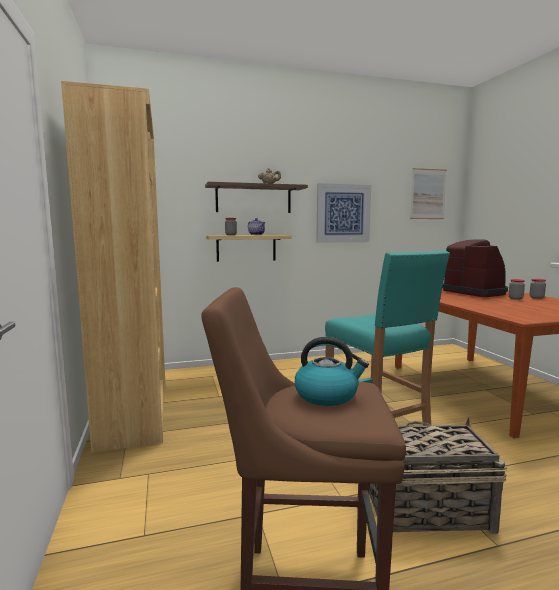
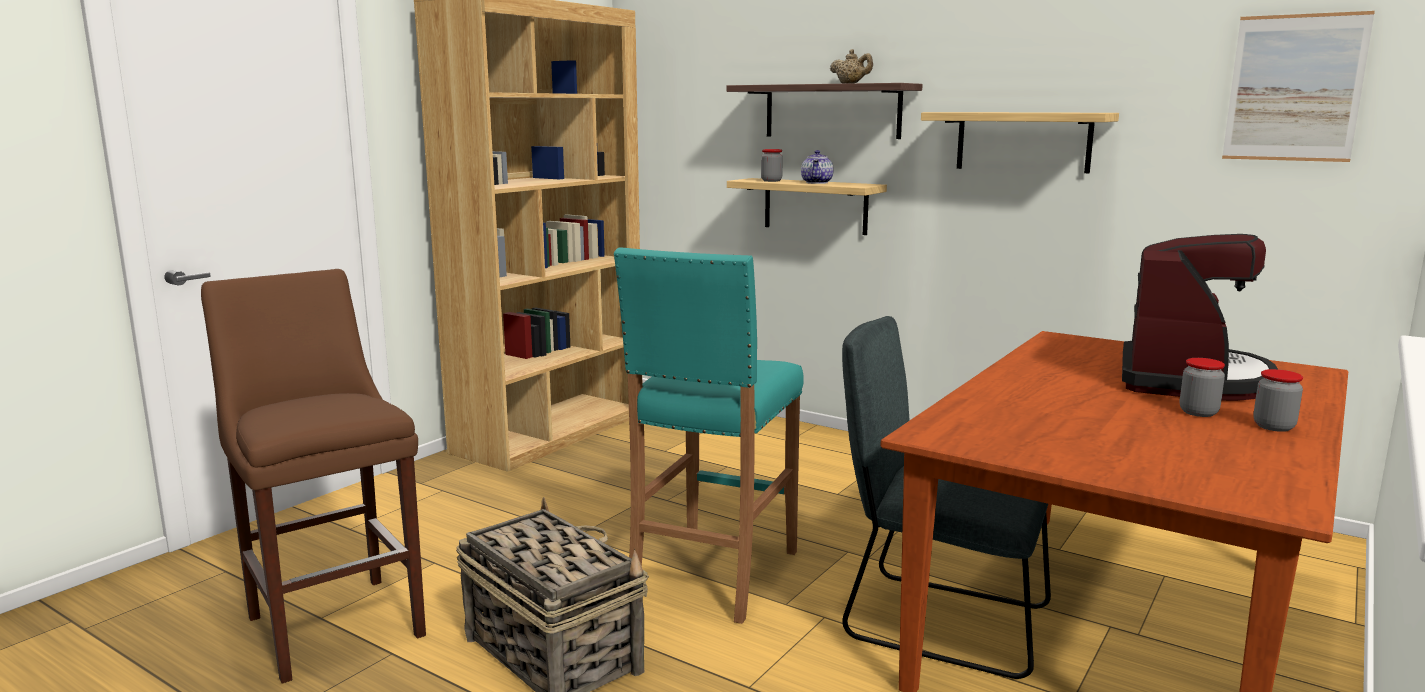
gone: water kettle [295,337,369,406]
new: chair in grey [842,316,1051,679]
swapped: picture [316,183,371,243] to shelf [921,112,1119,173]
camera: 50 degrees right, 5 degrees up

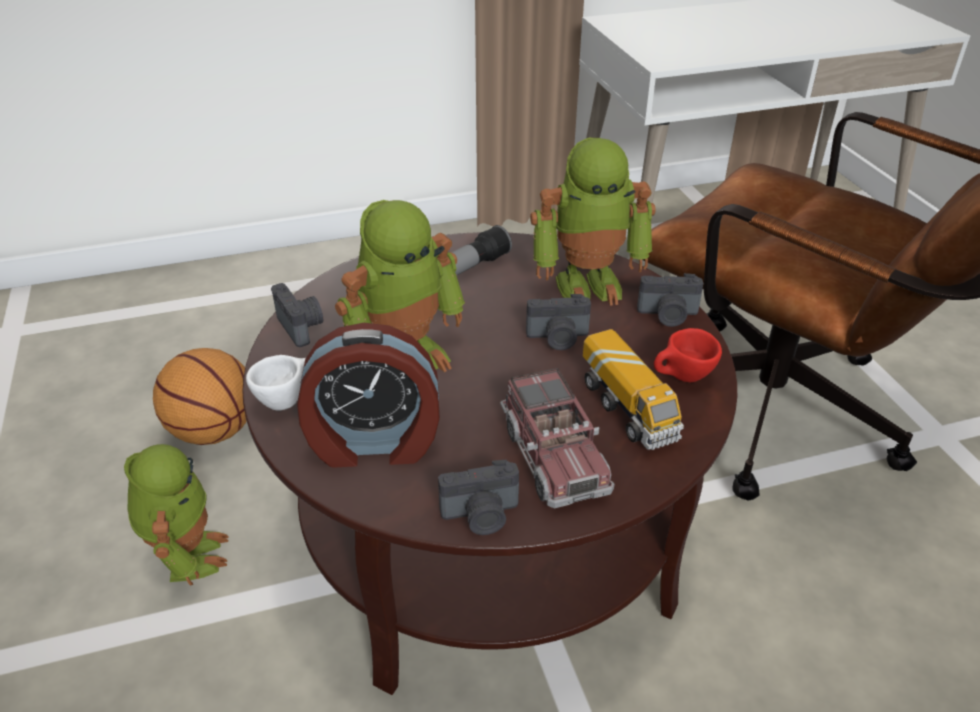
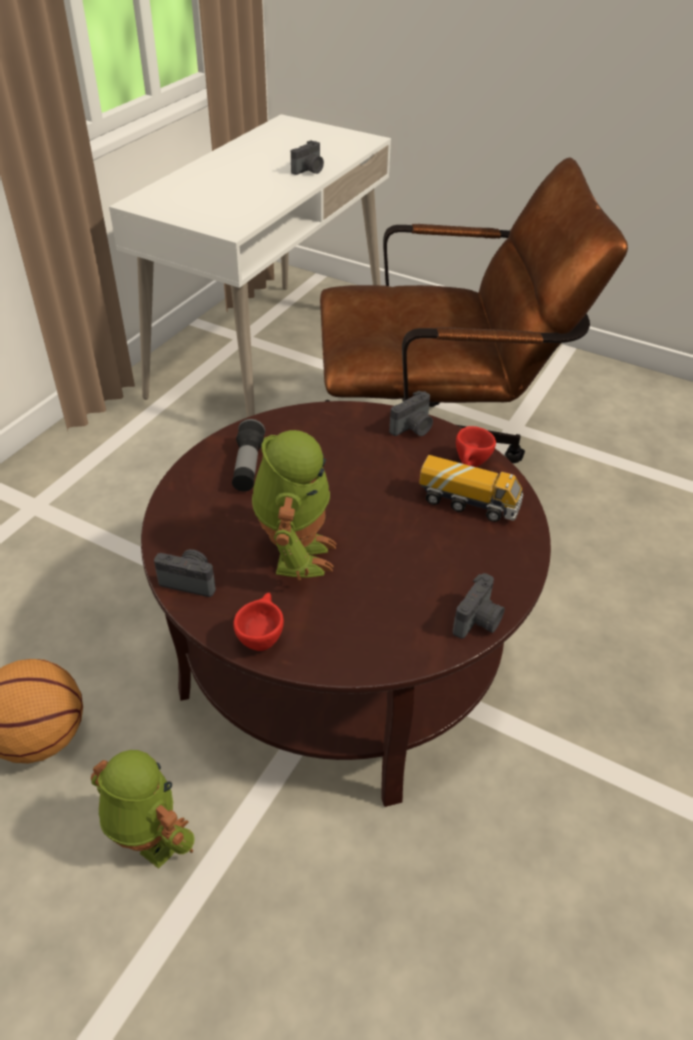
gone: robot figure [530,138,656,306]; table clock [297,323,440,468]; toy truck [500,368,614,508]
shifted: photo camera [526,294,591,350] to [291,140,324,175]
repainted: cup in white [246,355,306,411] to cup in red-coloured [233,593,284,651]
camera: 45 degrees left, 5 degrees up

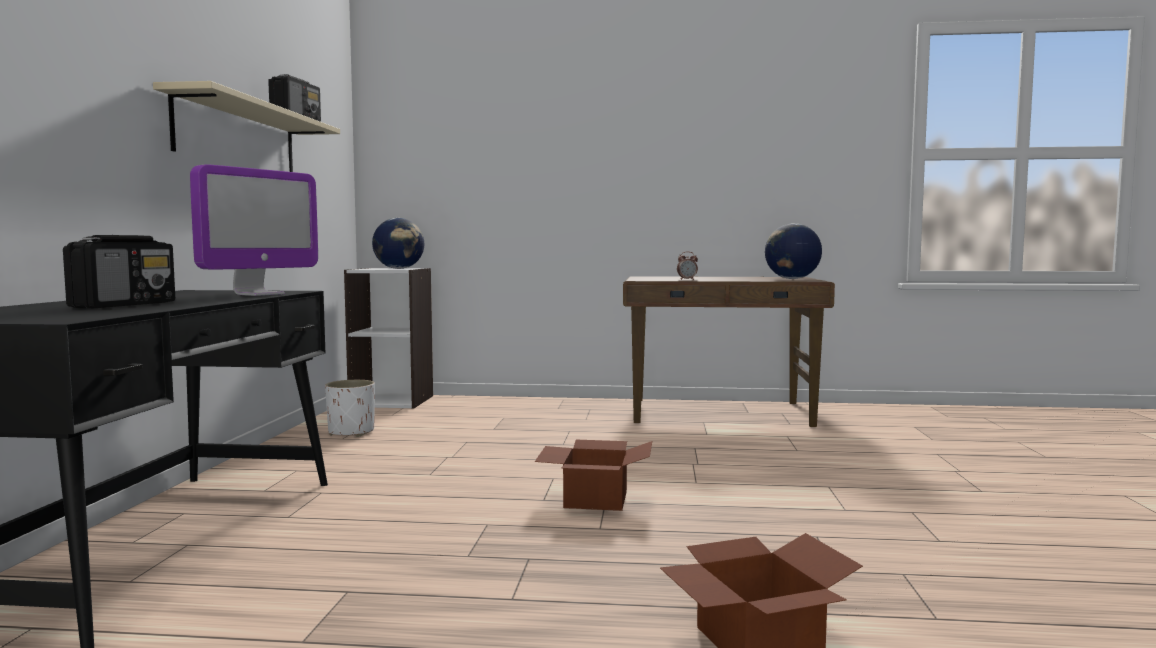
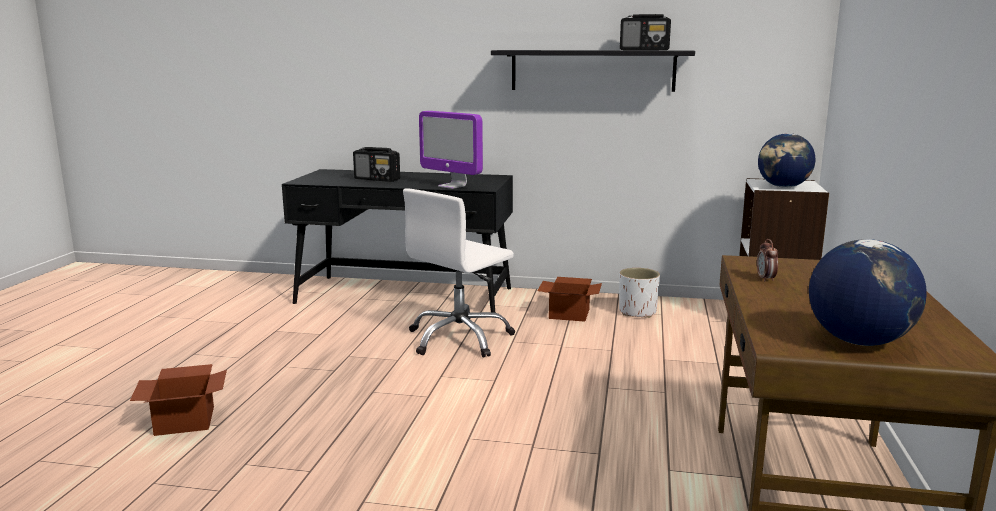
new: computer chair in white [403,188,515,358]
shifted: carton [535,440,652,511] to [537,277,602,322]
repainted: shelf in beige [153,81,340,172] to shelf in blackish [491,50,695,92]
camera: 95 degrees right, 10 degrees up

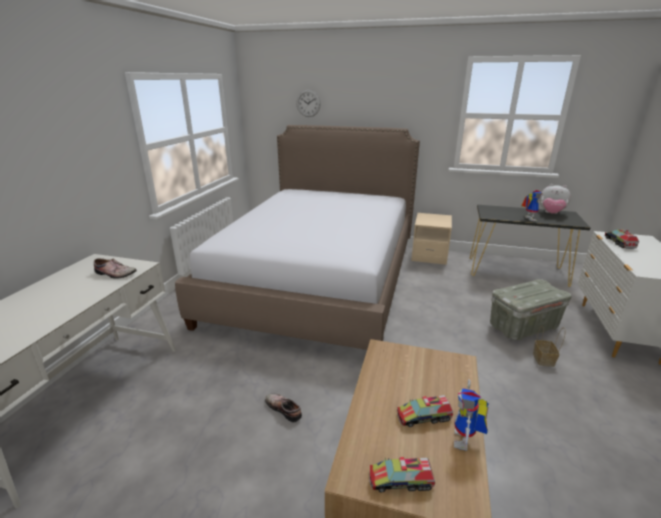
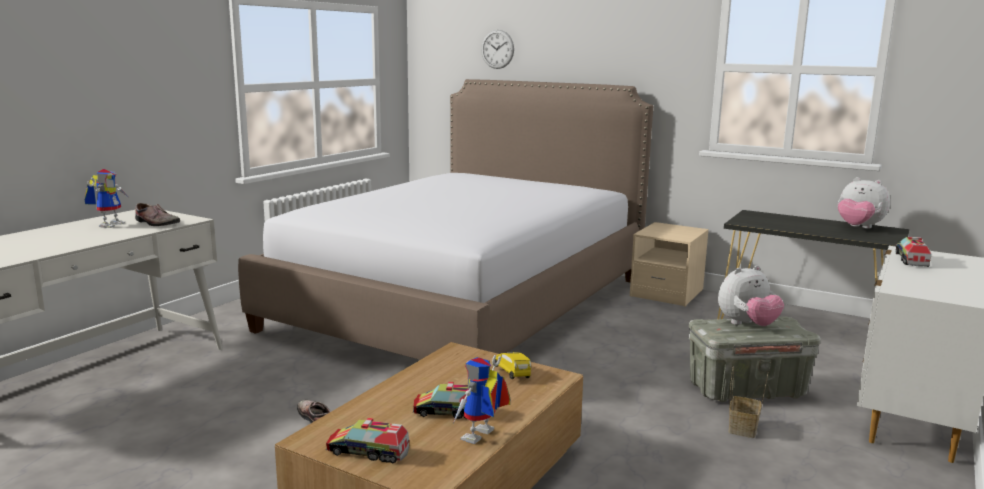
new: soft toy [718,265,784,326]; model car in yellow-coloured [495,352,531,379]
shifted: robot figure [521,190,544,221] to [85,169,128,228]
camera: 15 degrees right, 10 degrees down

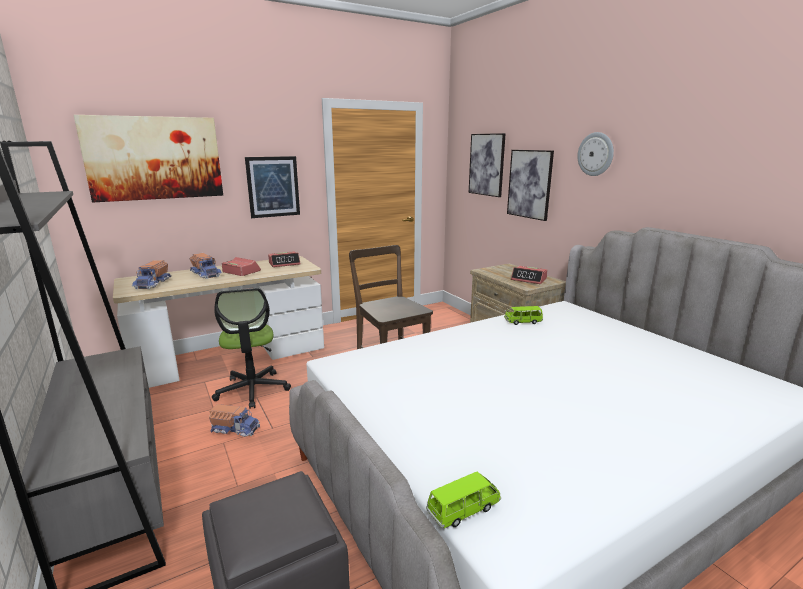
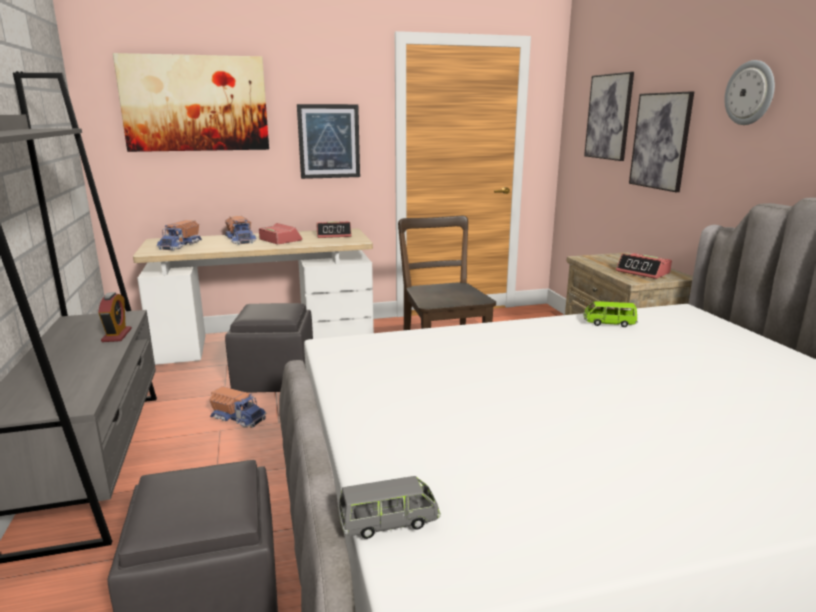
new: table clock [98,292,132,342]
swapped: computer chair [212,288,291,409] to pouffe in grey [225,303,313,393]
repainted: model car in green-coloured [426,472,501,528] to model car in grey [338,476,441,539]
camera: 15 degrees right, 0 degrees up

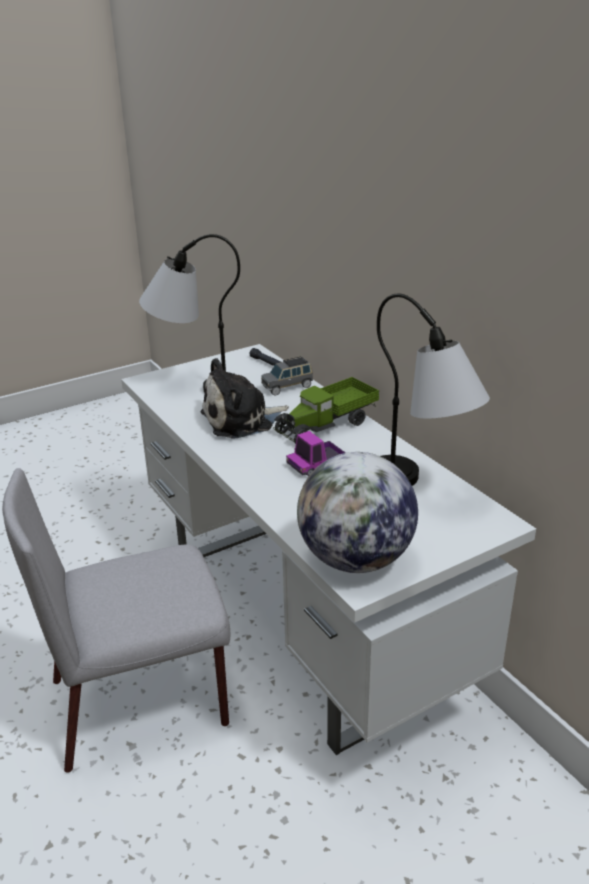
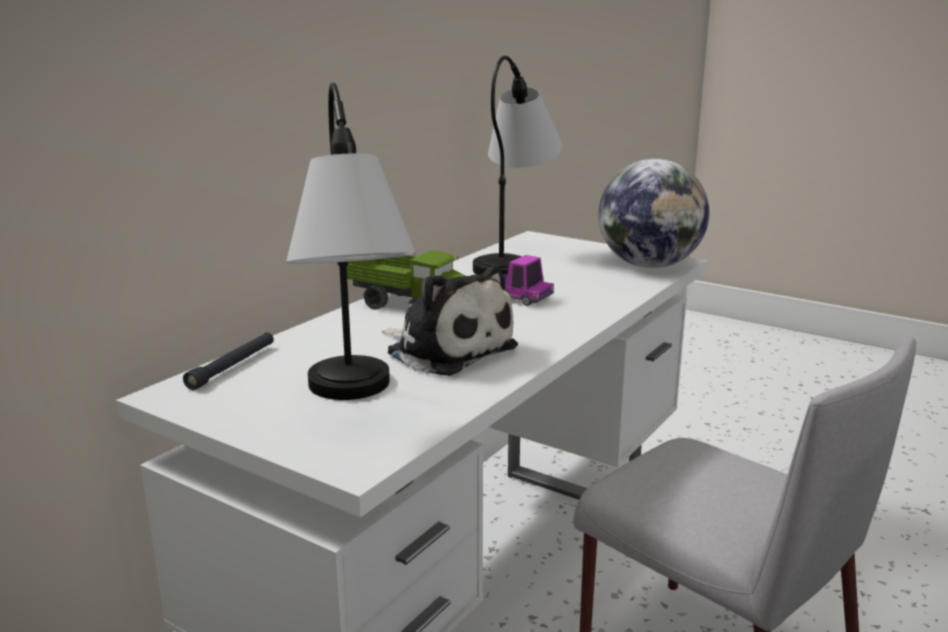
gone: model car in grey [261,356,313,396]
camera: 115 degrees left, 10 degrees down

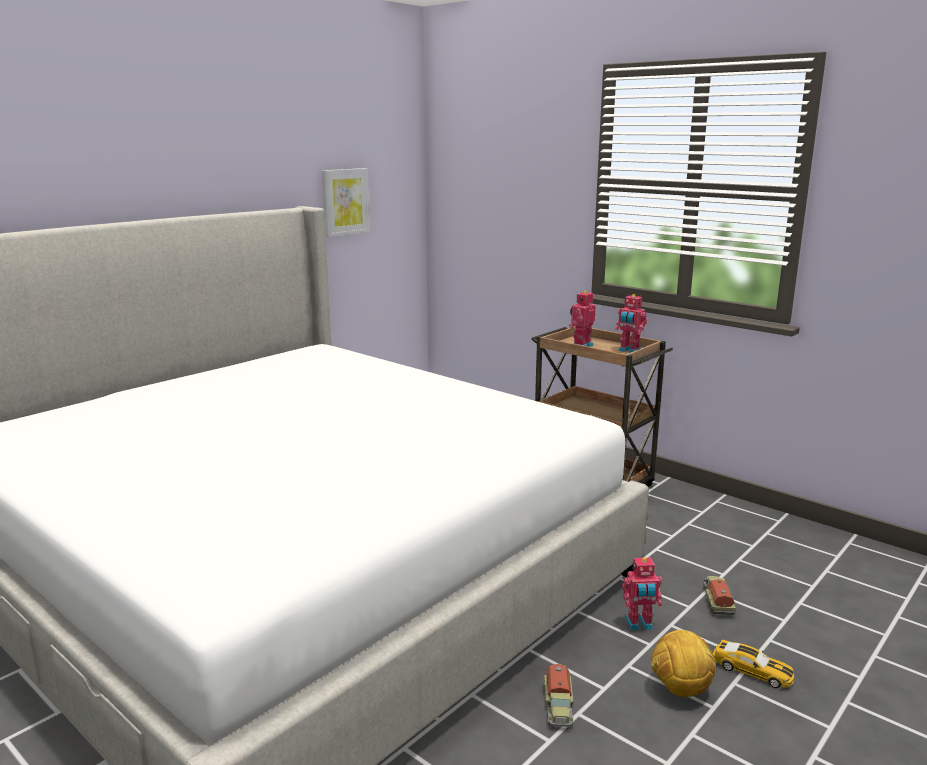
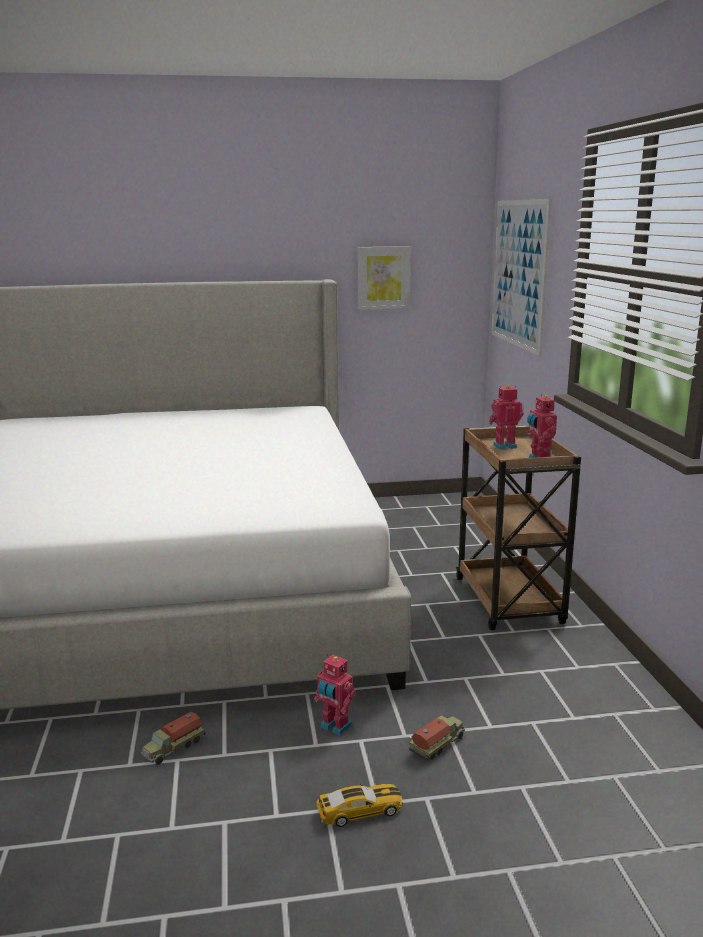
gone: football [651,630,716,697]
new: picture [491,199,552,356]
rotated: model car [713,639,794,688] = [316,784,403,827] 90 degrees counterclockwise
camera: 40 degrees right, 0 degrees up

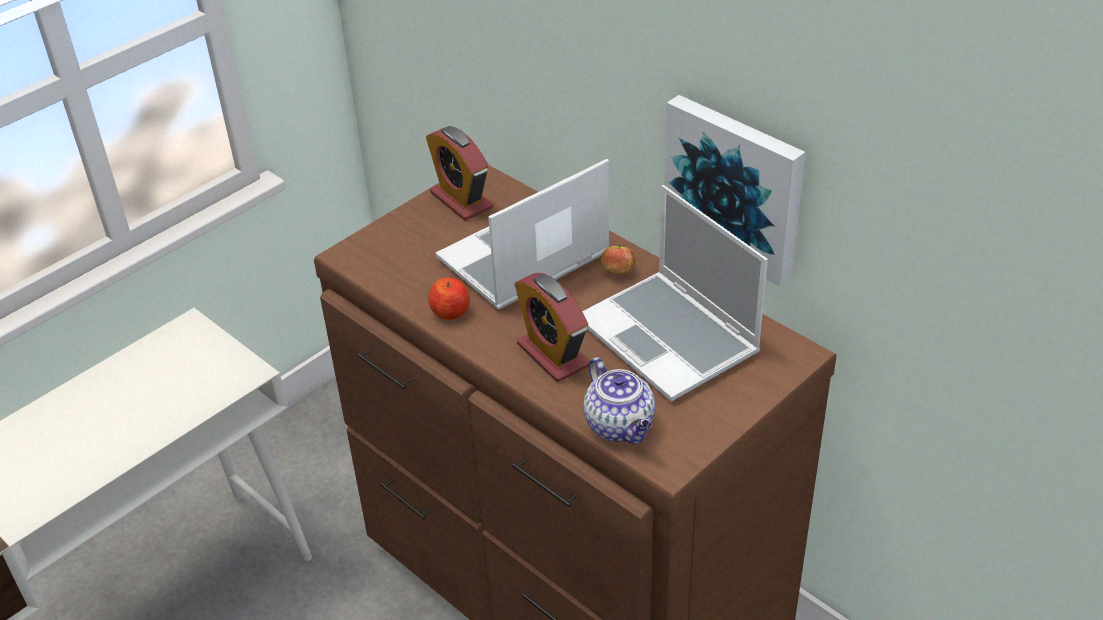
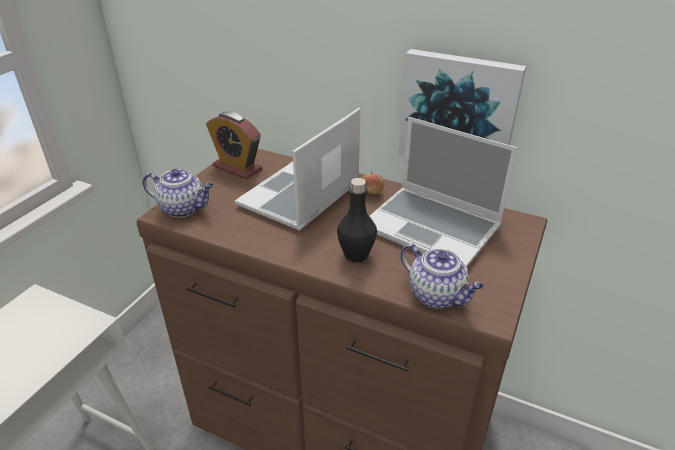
gone: apple [428,277,470,320]
new: tea pot [143,169,214,218]
swapped: table clock [514,273,590,382] to bottle in blackish [337,178,377,262]
camera: 20 degrees left, 5 degrees down

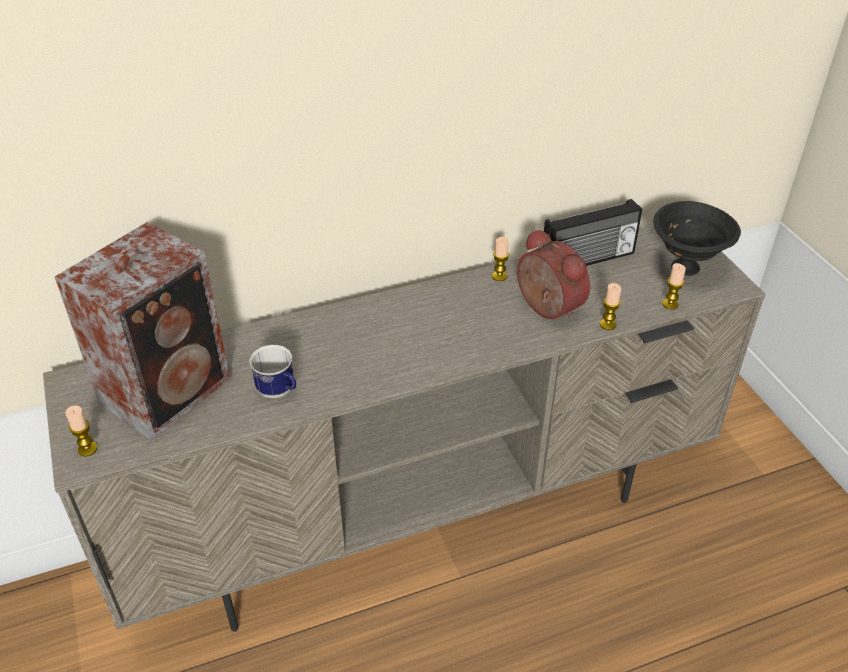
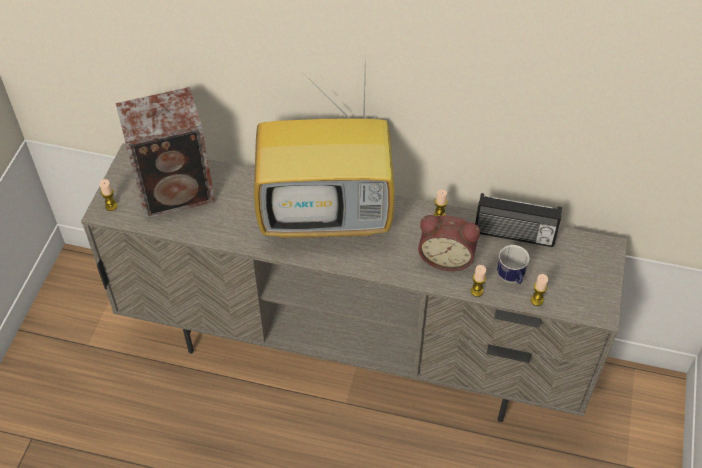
gone: bowl in blackish [653,201,741,276]
new: television [254,77,395,239]
shifted: coffee mug [249,345,296,399] to [497,245,530,284]
rotated: table clock [517,229,590,321] = [418,215,480,271] 105 degrees clockwise
camera: 35 degrees right, 10 degrees up

